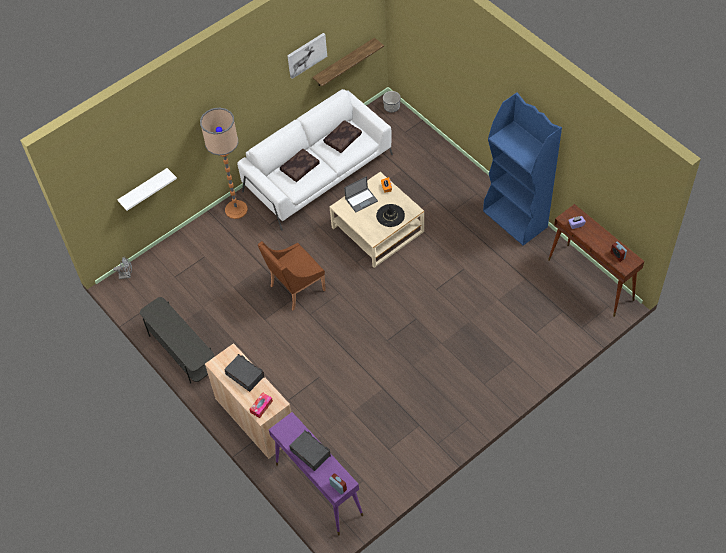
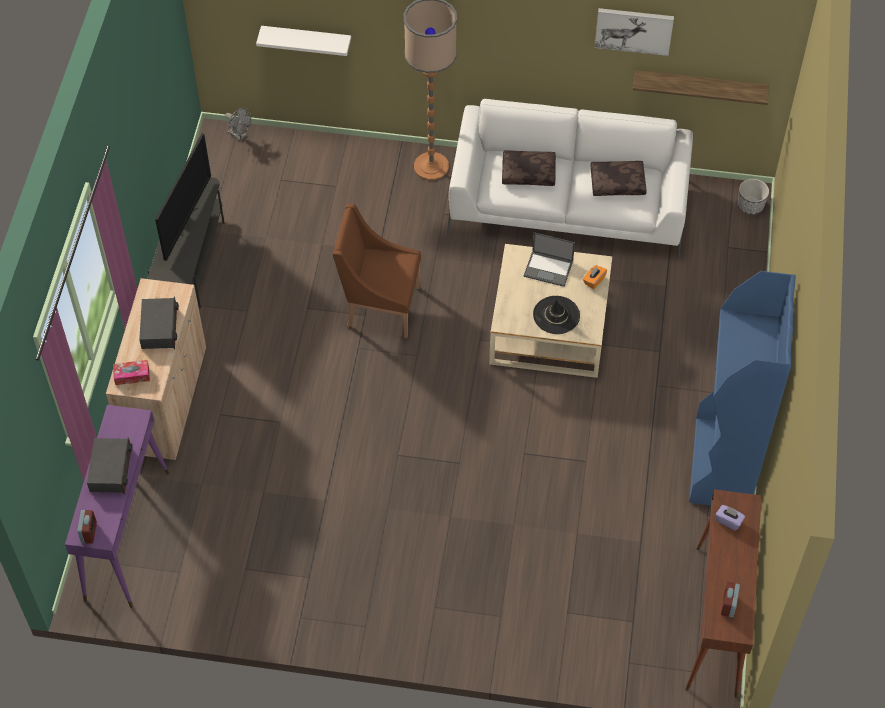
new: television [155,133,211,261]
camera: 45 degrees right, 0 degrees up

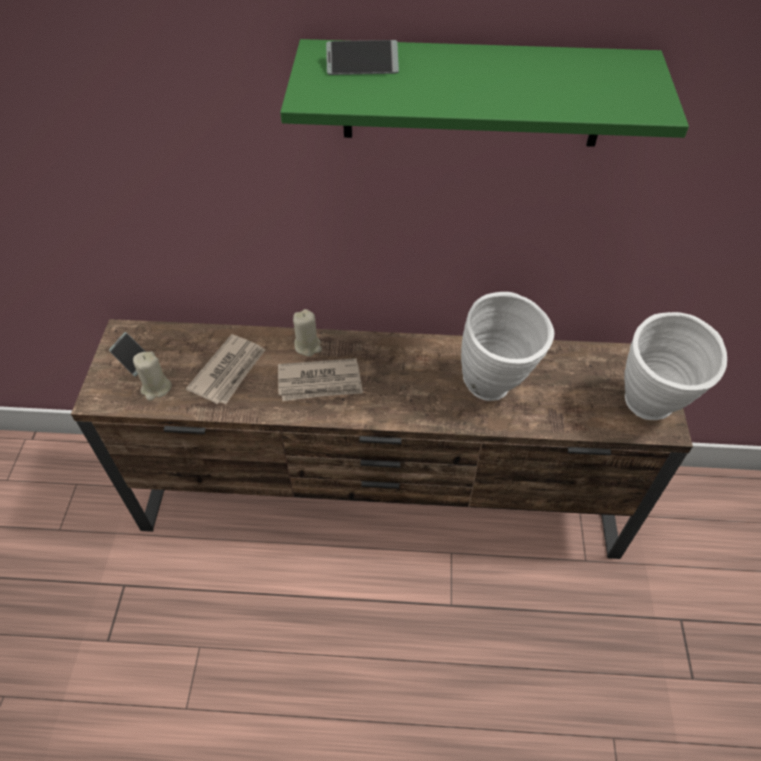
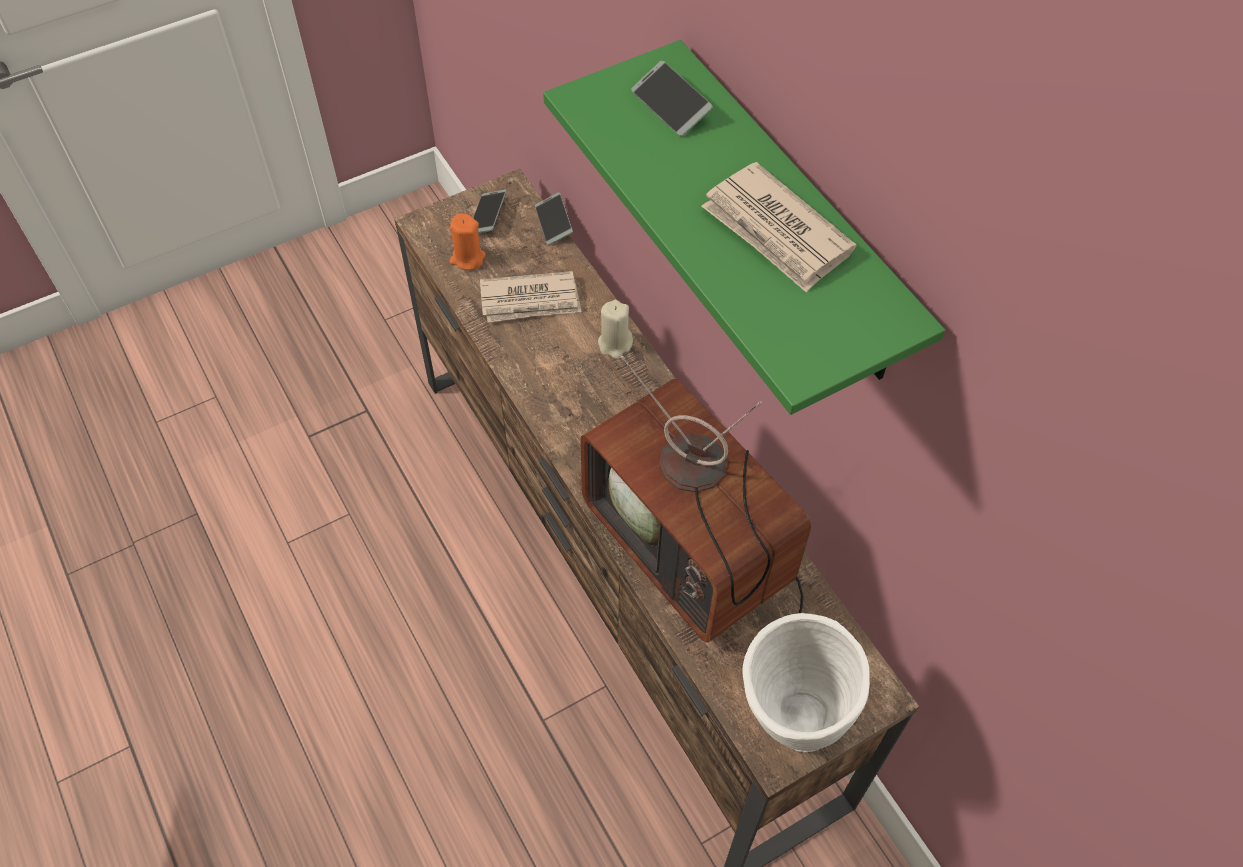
new: phone [535,192,573,245]
shifted: newspaper [278,358,363,401] to [701,162,857,293]
swapped: decorative vase in white [461,292,554,401] to television [580,356,811,643]
repainted: candle in beige [133,351,172,401] to candle in orange-coloured [450,213,486,270]
camera: 55 degrees right, 5 degrees up

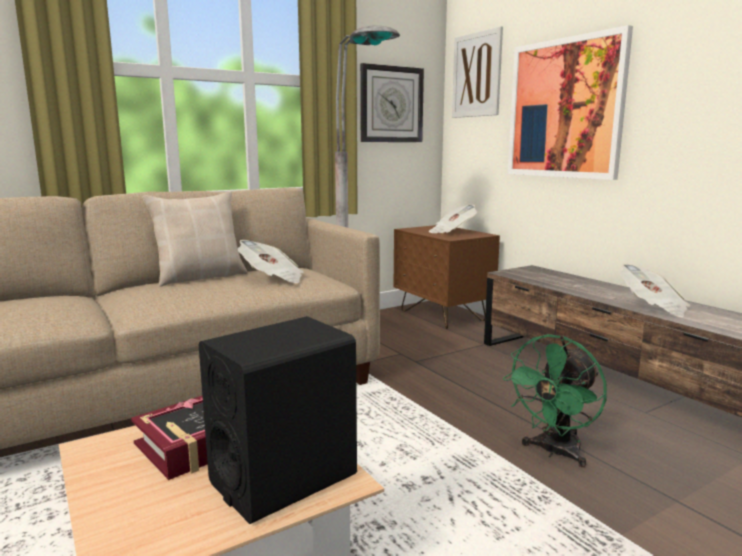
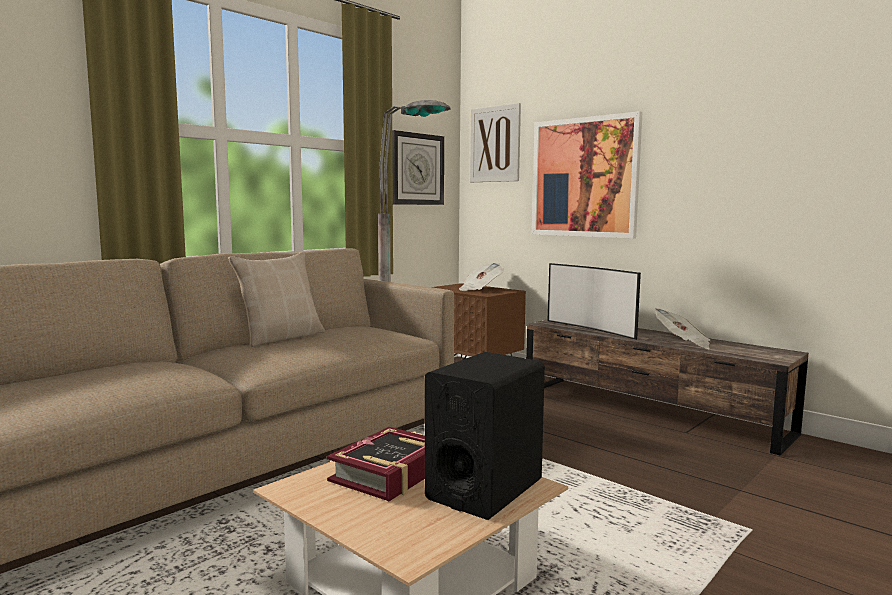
gone: newspaper [238,240,304,284]; fan in green-coloured [503,334,607,467]
new: television [548,263,641,340]
camera: 15 degrees left, 5 degrees down

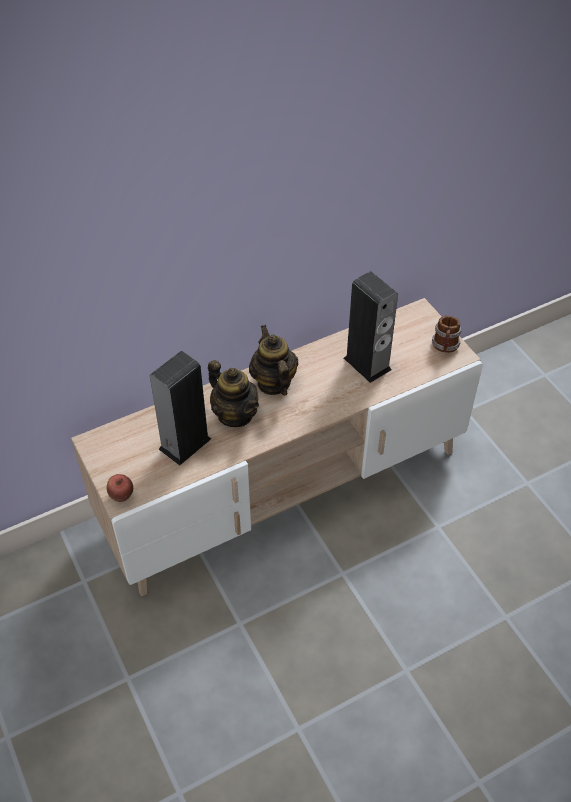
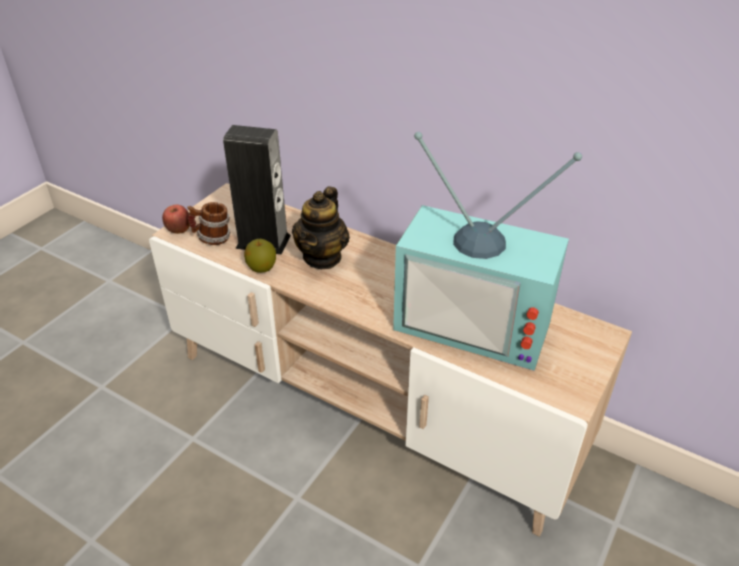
gone: tea pot [249,325,298,396]
new: apple [244,239,276,273]
shifted: coffee mug [432,316,462,353] to [187,202,231,245]
swapped: audio speaker [344,271,398,383] to television [393,132,582,371]
camera: 60 degrees right, 10 degrees down

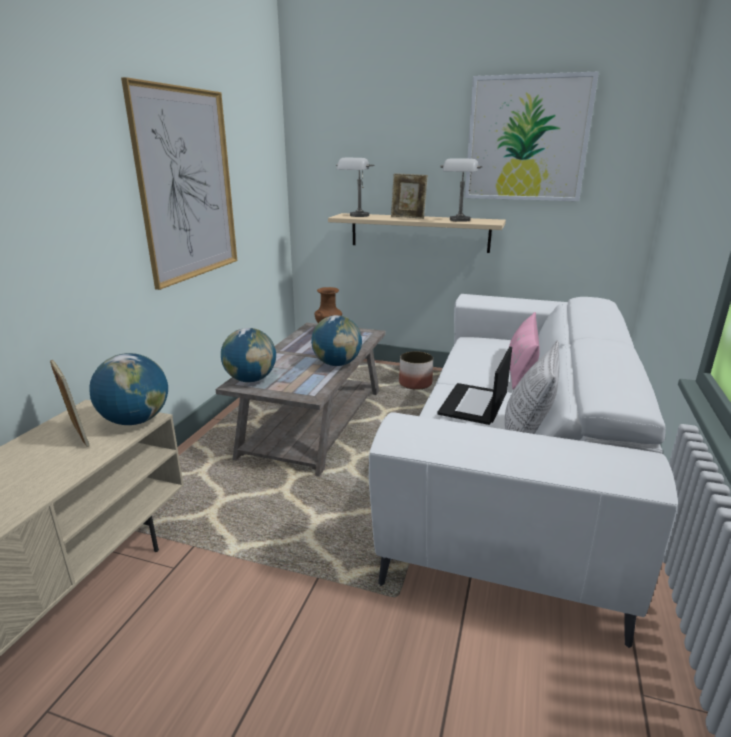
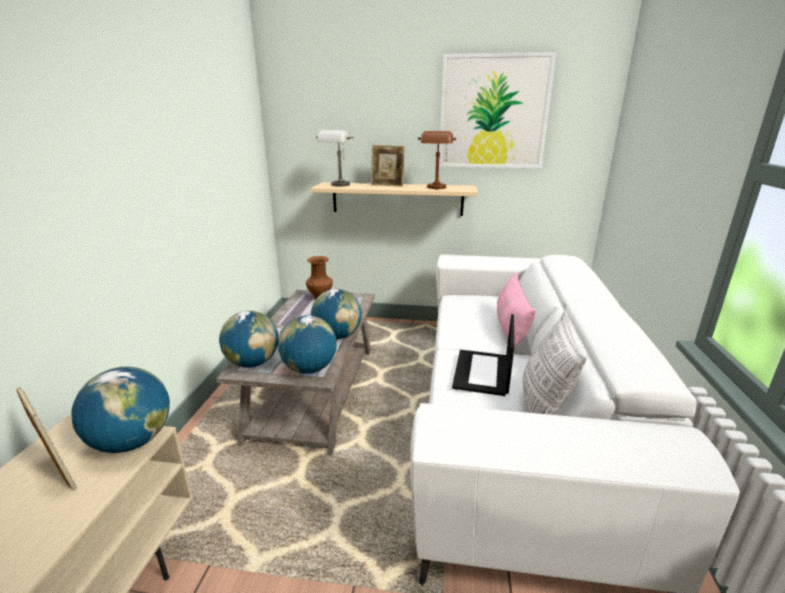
gone: picture [121,77,237,290]; flower pot [399,351,433,390]
new: world globe [278,315,337,374]
repainted: tabletop lamp in grey [440,158,483,222] to tabletop lamp in brown-coloured [418,131,456,189]
camera: 10 degrees left, 0 degrees up

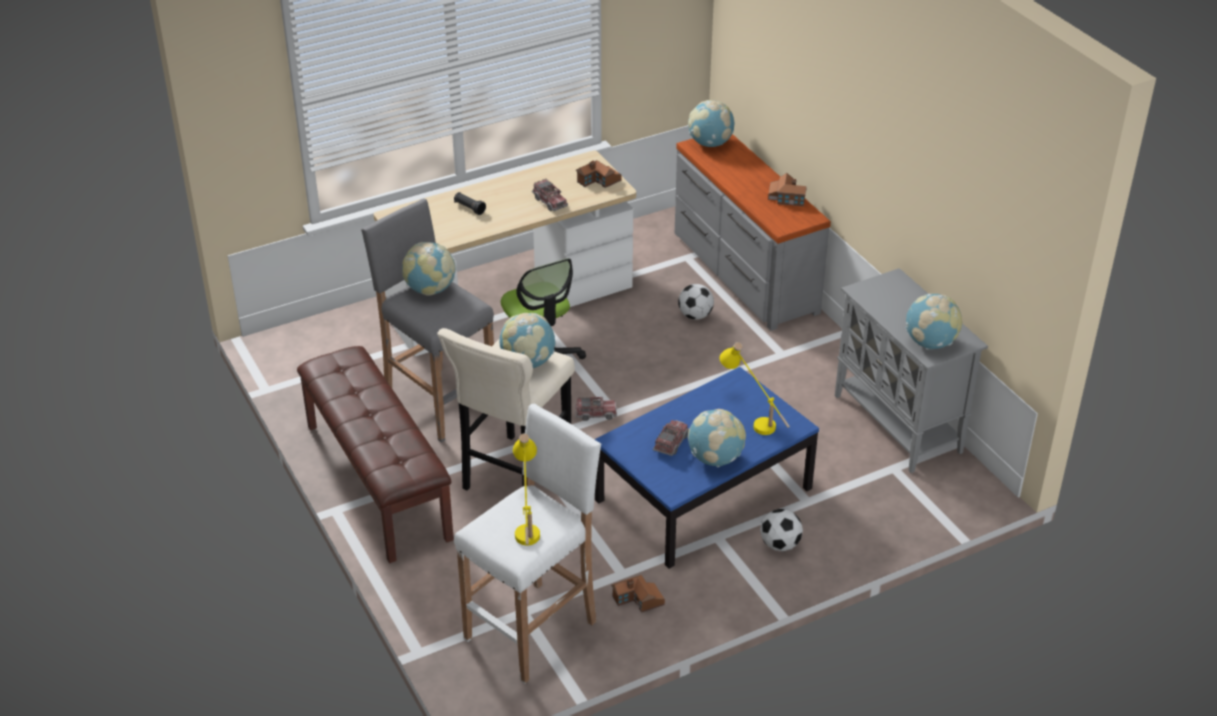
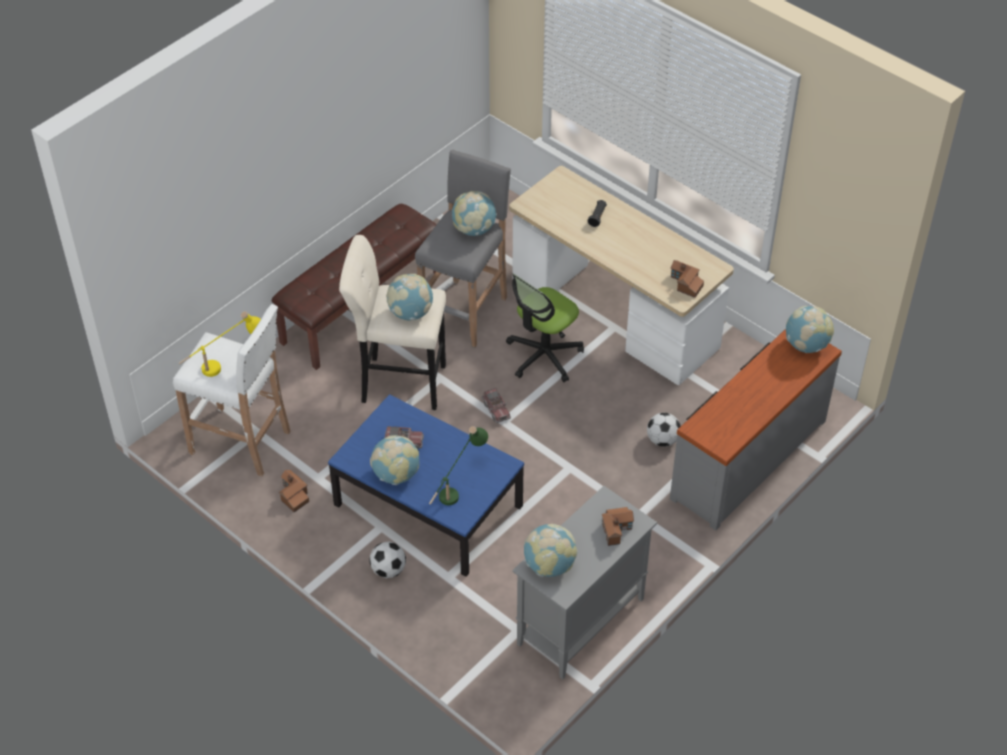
gone: toy truck [532,179,568,211]
shifted: model house [768,173,807,207] to [602,507,634,546]
repainted: tabletop lamp in yellow-coloured [720,342,790,435] to tabletop lamp in green-coloured [429,426,488,505]
camera: 70 degrees right, 10 degrees up

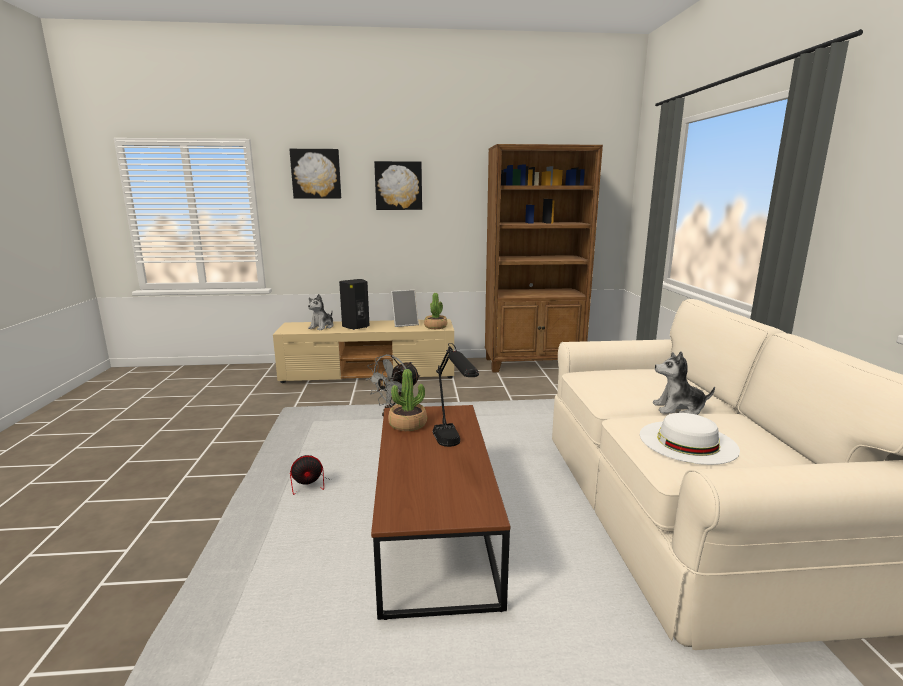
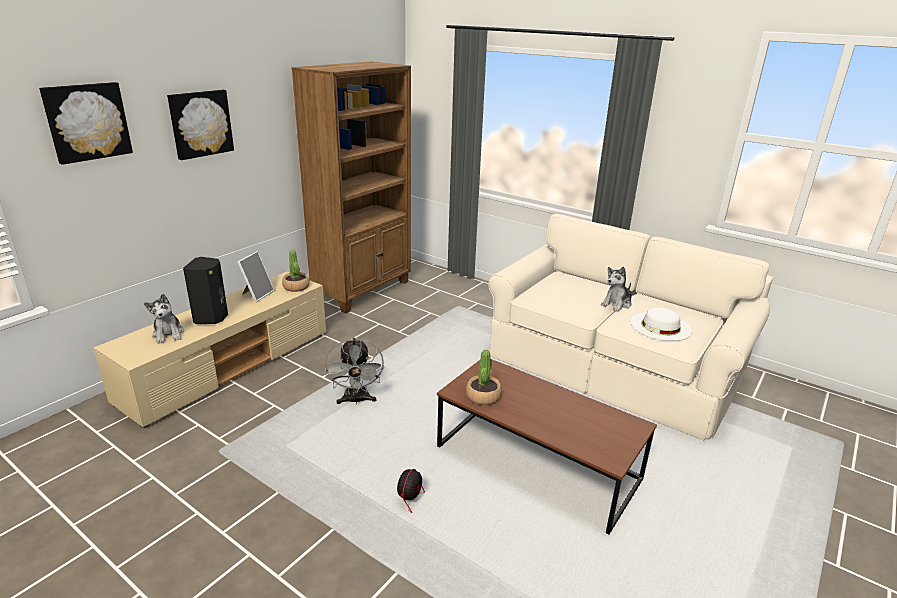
gone: tabletop lamp in blackish [433,343,479,447]
camera: 50 degrees left, 10 degrees up

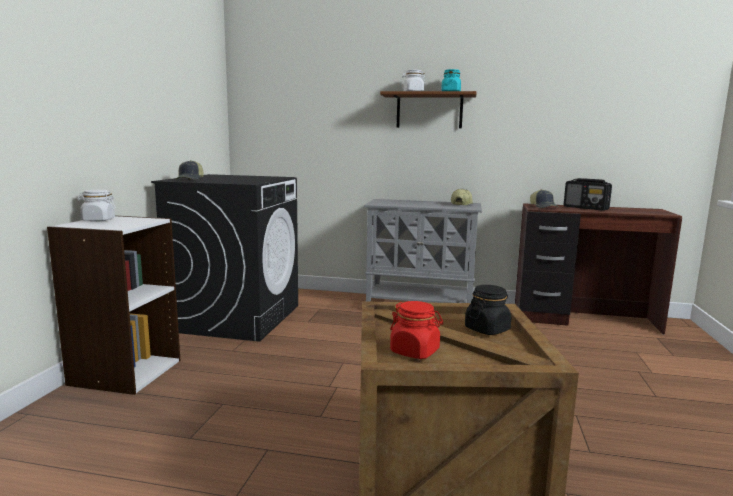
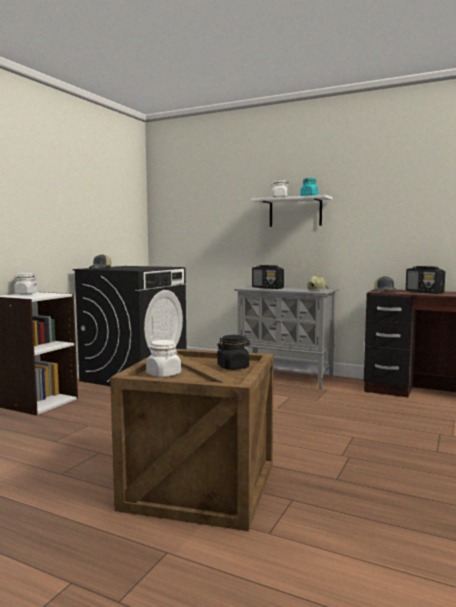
new: radio [252,265,284,289]
repainted: shelf in brown-coloured [380,91,477,128] to shelf in white [251,195,333,227]; storage jar in red-coloured [390,301,443,359] to storage jar in white [146,340,181,377]
camera: 15 degrees right, 5 degrees down

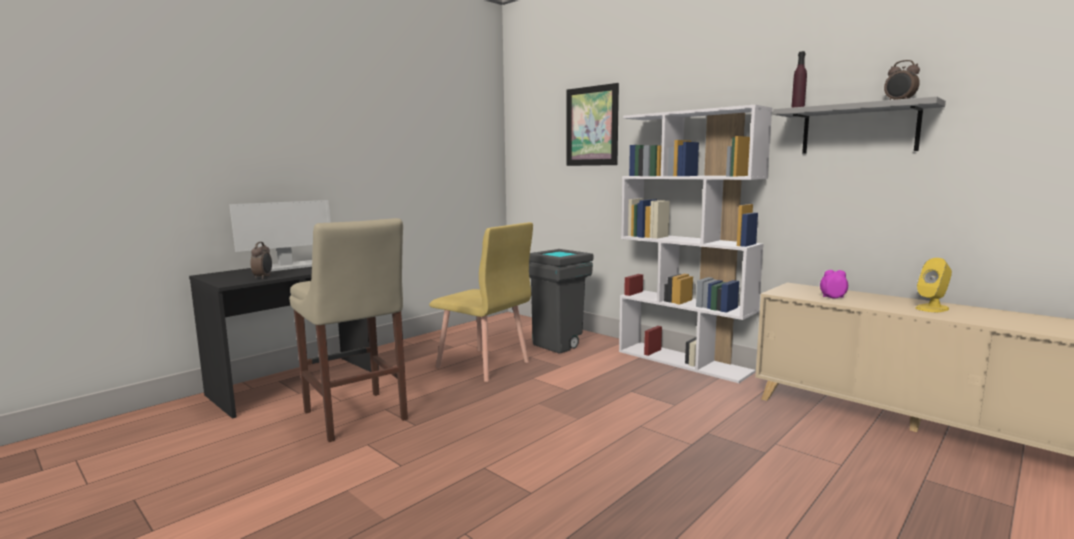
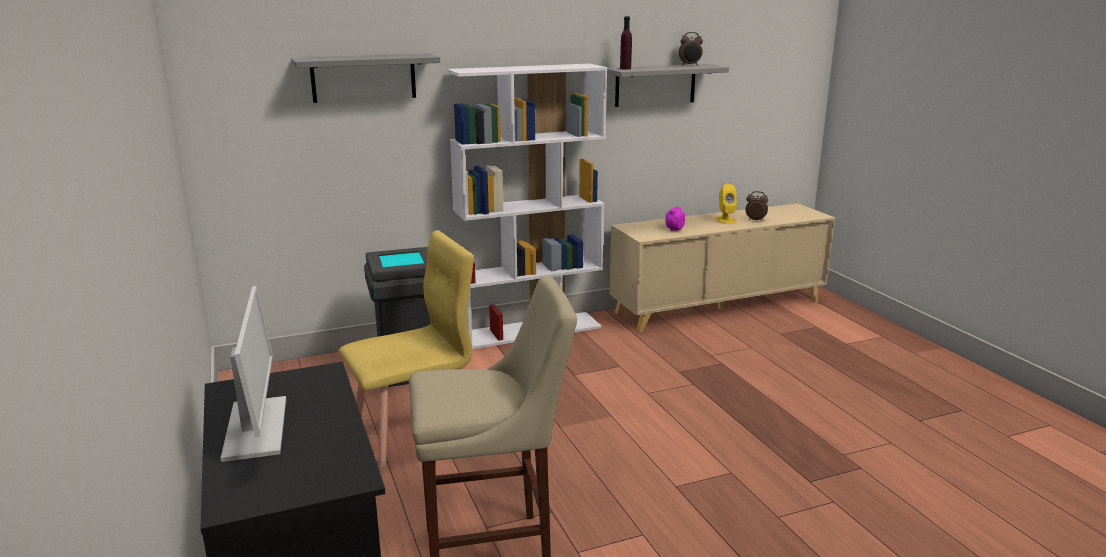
shifted: table clock [251,242,272,279] to [746,191,768,221]
swapped: picture [567,83,619,166] to shelf in grey [291,53,440,103]
camera: 65 degrees left, 10 degrees up

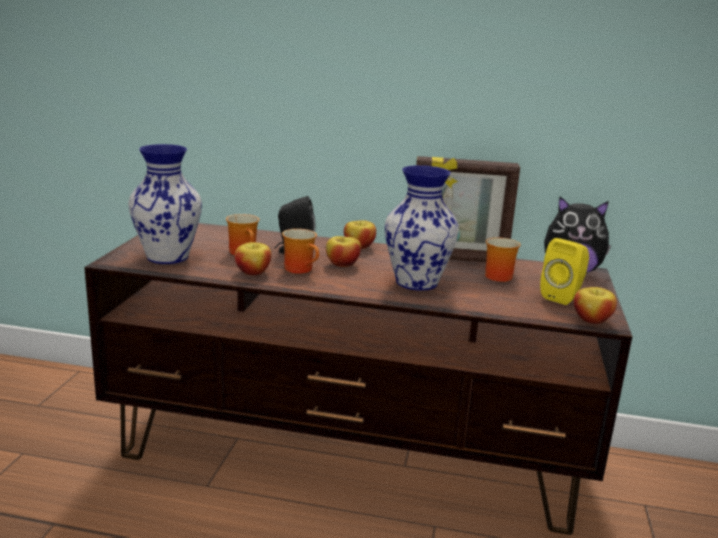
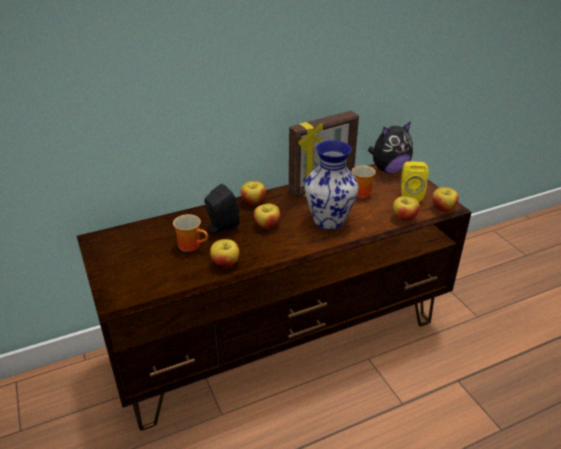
gone: decorative vase [128,144,202,264]; coffee mug [282,229,319,274]
new: apple [393,196,420,221]
camera: 35 degrees left, 15 degrees up

